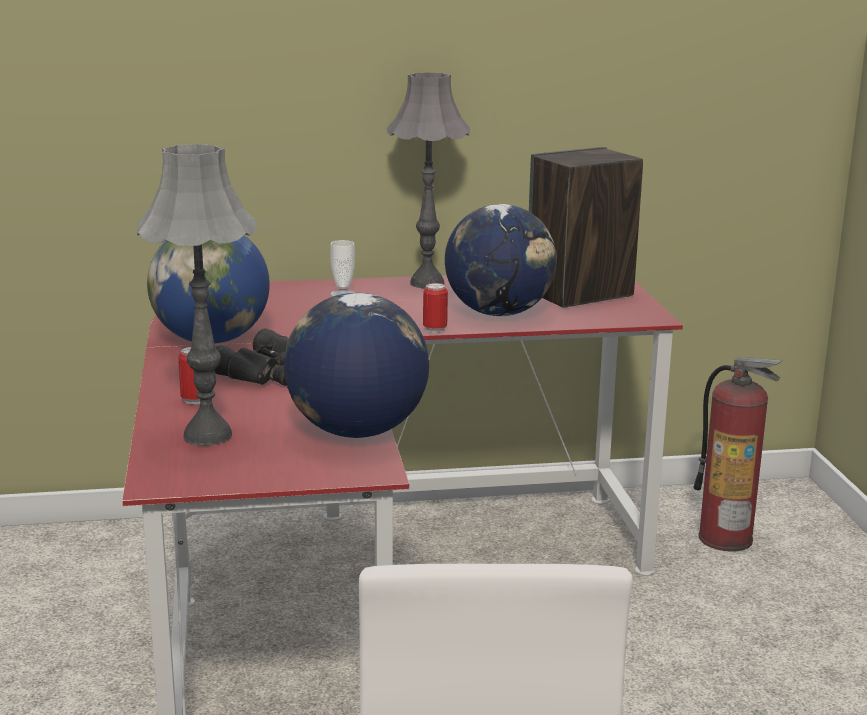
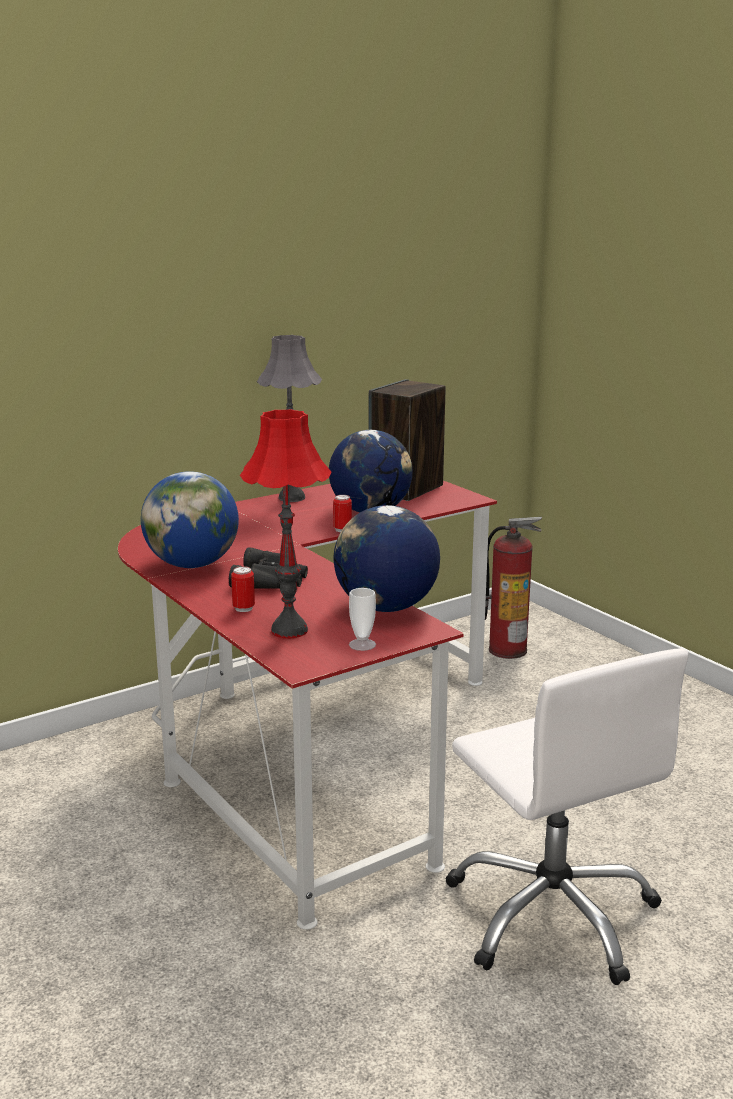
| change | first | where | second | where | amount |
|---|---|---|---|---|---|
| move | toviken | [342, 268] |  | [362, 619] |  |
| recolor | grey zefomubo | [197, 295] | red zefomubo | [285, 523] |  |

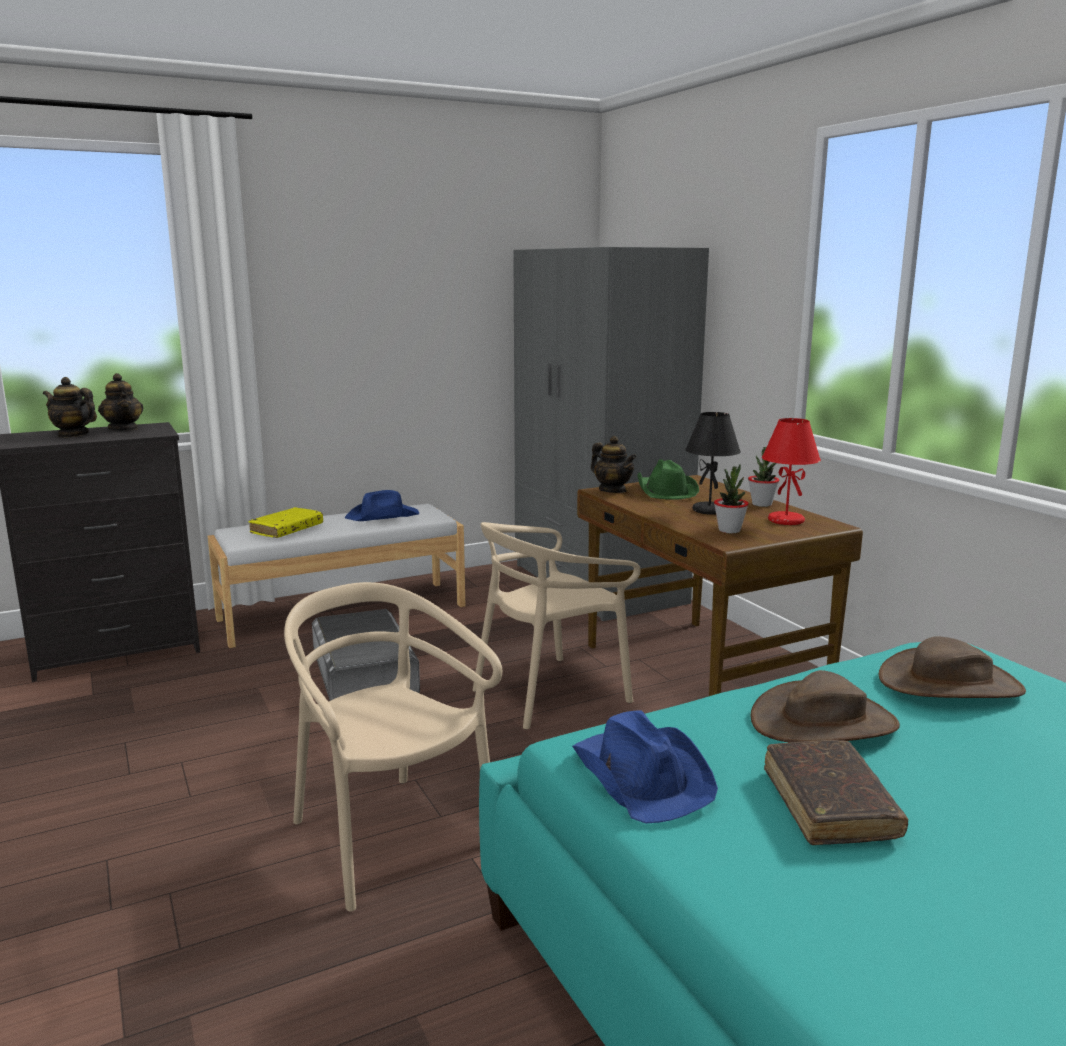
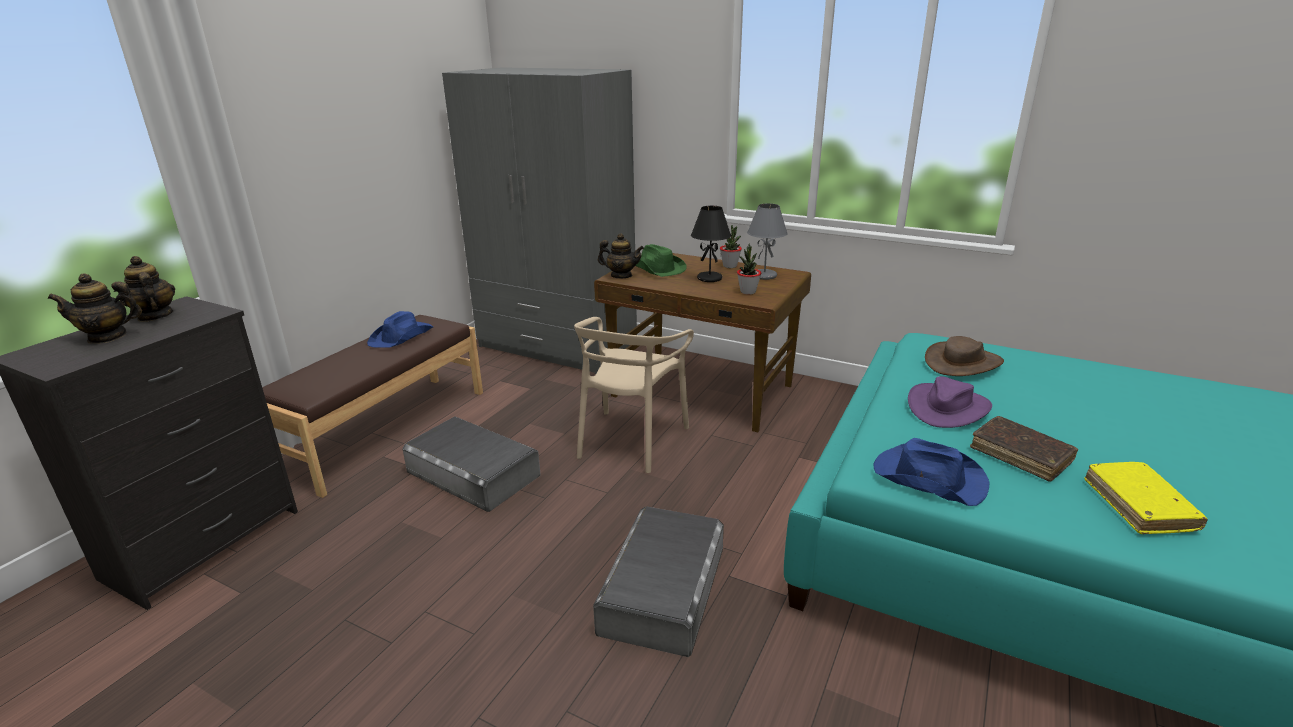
| change | first | where | second | where | amount |
|---|---|---|---|---|---|
| move | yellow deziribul | [286, 522] |  | [1146, 498] |  |
| replace | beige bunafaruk | [393, 746] | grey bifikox | [658, 581] |  |
| recolor | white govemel | [336, 576] | brown govemel | [372, 406] |  |
| recolor | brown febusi | [825, 706] | purple febusi | [950, 402] |  |
| recolor | red zefomubo | [791, 471] | grey zefomubo | [767, 241] |  |
| rotate | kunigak | [120, 402] |  | [147, 289] | 150 degrees counterclockwise |

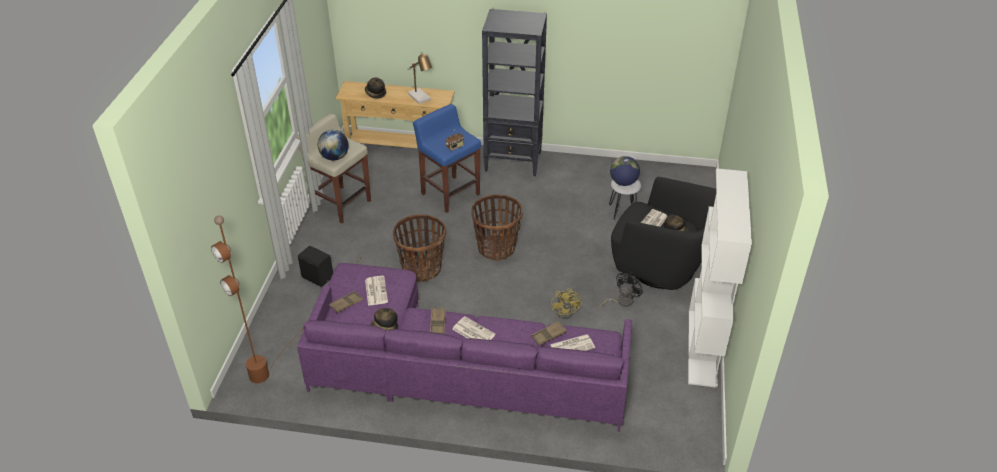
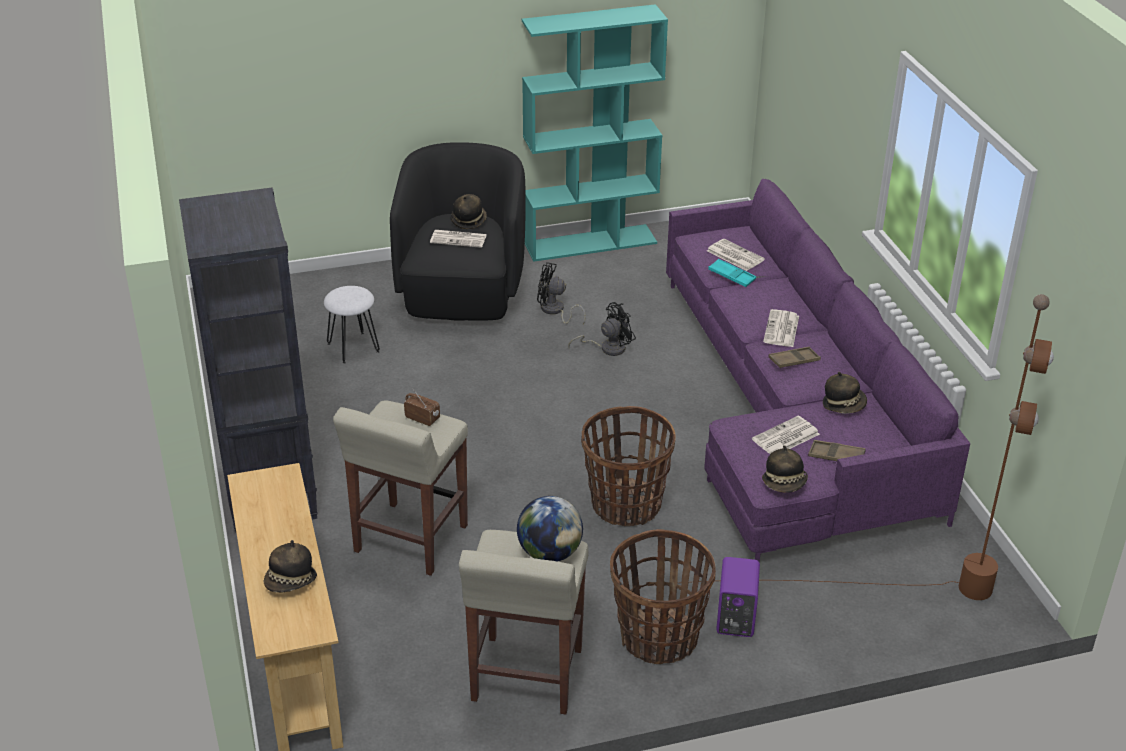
| change | first | where | second | where | amount |
|---|---|---|---|---|---|
| delete | zefomubo | [419, 78] |  |  |  |
| delete | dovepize | [625, 171] |  |  |  |
| insert |  |  | febusi | [785, 469] |  |
| move | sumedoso | [497, 228] |  | [663, 596] |  |
| recolor | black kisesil | [315, 266] | purple kisesil | [738, 597] |  |
| recolor | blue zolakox | [447, 158] | beige zolakox | [400, 488] |  |
| recolor | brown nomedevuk | [549, 333] | turquoise nomedevuk | [732, 273] |  |
| recolor | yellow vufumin | [566, 303] | black vufumin | [602, 329] |  |
| recolor | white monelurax | [720, 278] | turquoise monelurax | [595, 133] |  |

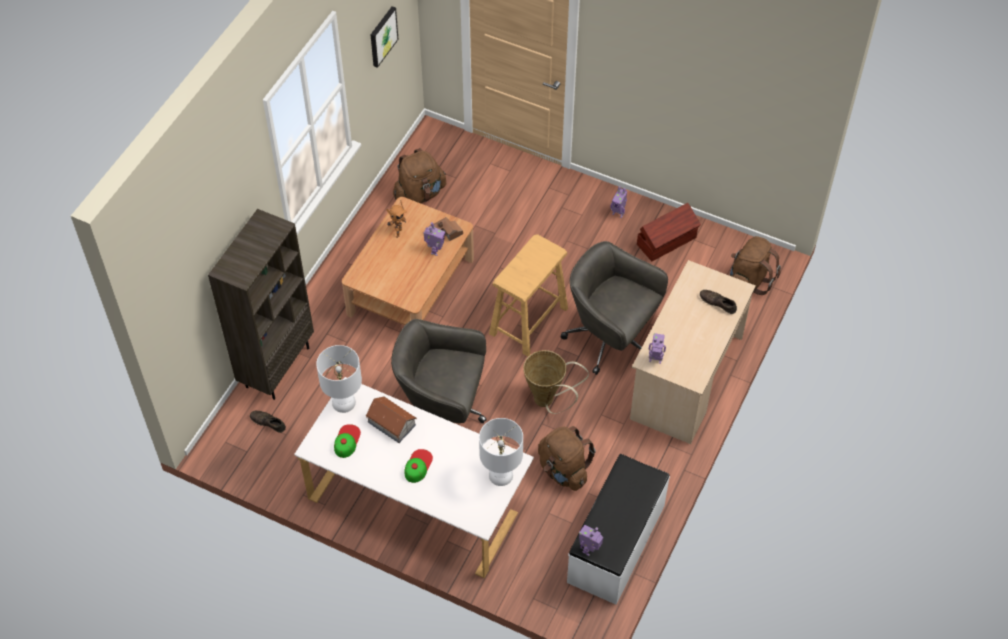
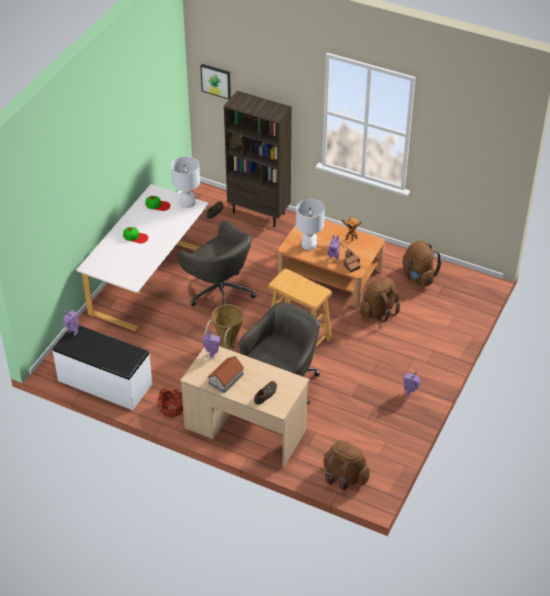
| change | first | where | second | where | amount |
|---|---|---|---|---|---|
| delete | brown bifikox | [669, 232] |  |  |  |
| insert |  |  | sumedoso | [170, 402] |  |
| move | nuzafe | [391, 419] |  | [225, 374] |  |
| move | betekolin | [384, 37] |  | [215, 81] |  |
| move | white zefomubo | [501, 452] |  | [310, 224] |  |
| move | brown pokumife | [567, 458] |  | [380, 300] |  |
| rotate | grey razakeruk | [439, 371] |  | [216, 263] | 120 degrees clockwise |

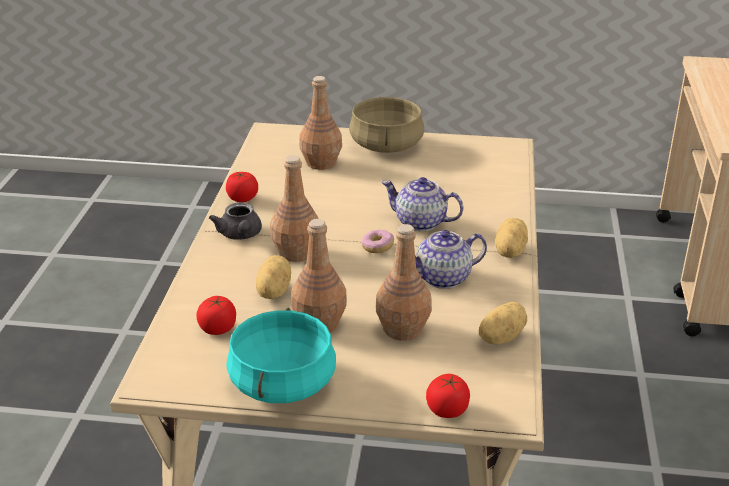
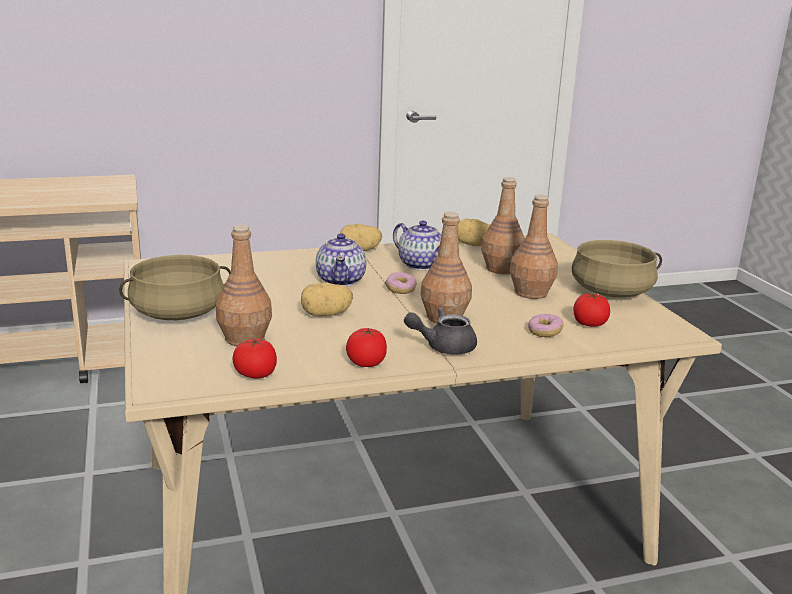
| change | first | where | second | where | amount |
|---|---|---|---|---|---|
| insert |  |  | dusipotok | [546, 325] |  |
| move | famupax | [273, 277] |  | [327, 299] |  |
| move | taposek | [448, 396] |  | [254, 358] |  |
| recolor | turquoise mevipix | [281, 355] | beige mevipix | [617, 268] |  |
| rotate | grey kunigak | [235, 221] |  | [440, 331] | 150 degrees counterclockwise |

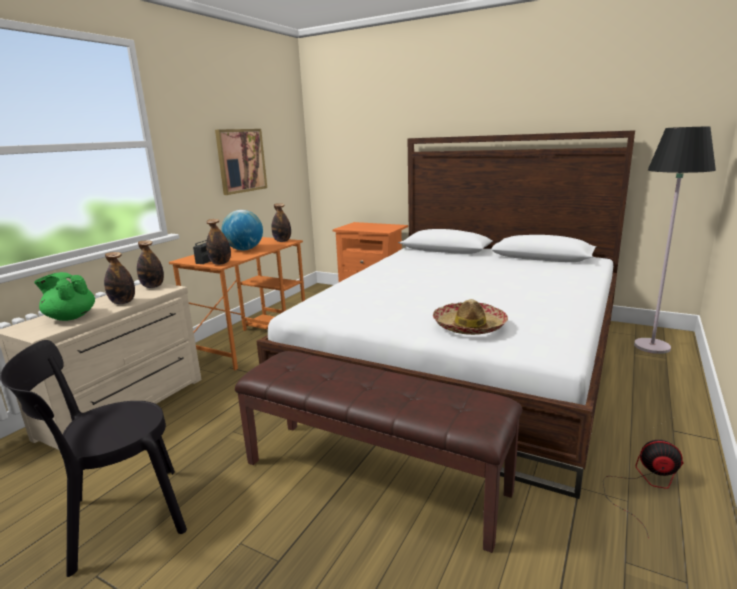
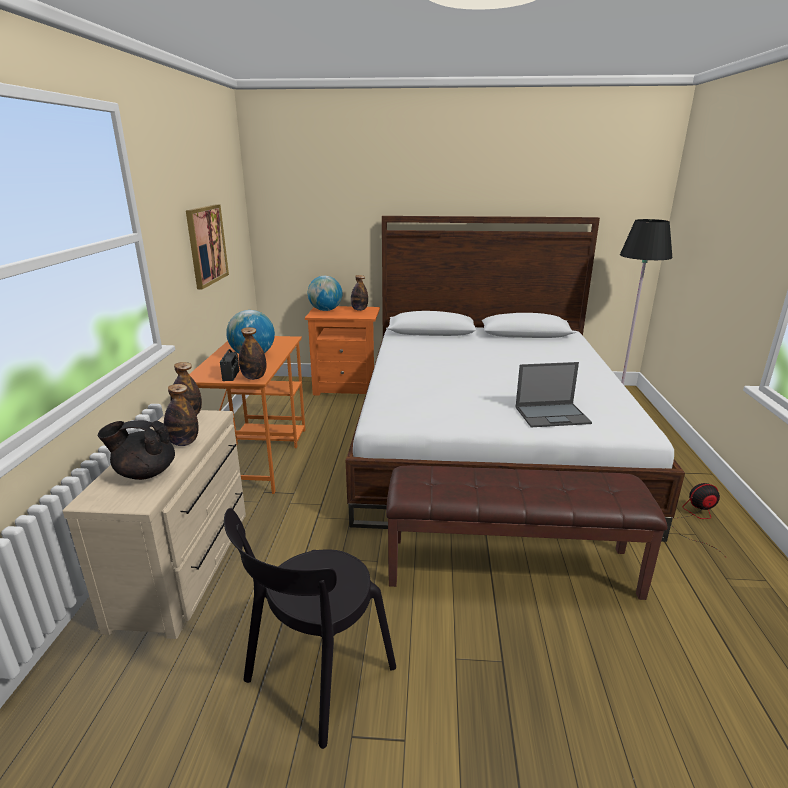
| change | first | where | second | where | amount |
|---|---|---|---|---|---|
| insert |  |  | dovepize | [325, 293] |  |
| move | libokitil | [281, 222] |  | [359, 293] |  |
| replace | febusi | [470, 317] | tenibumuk | [553, 394] |  |
| recolor | green kunigak | [64, 296] | black kunigak | [136, 450] |  |

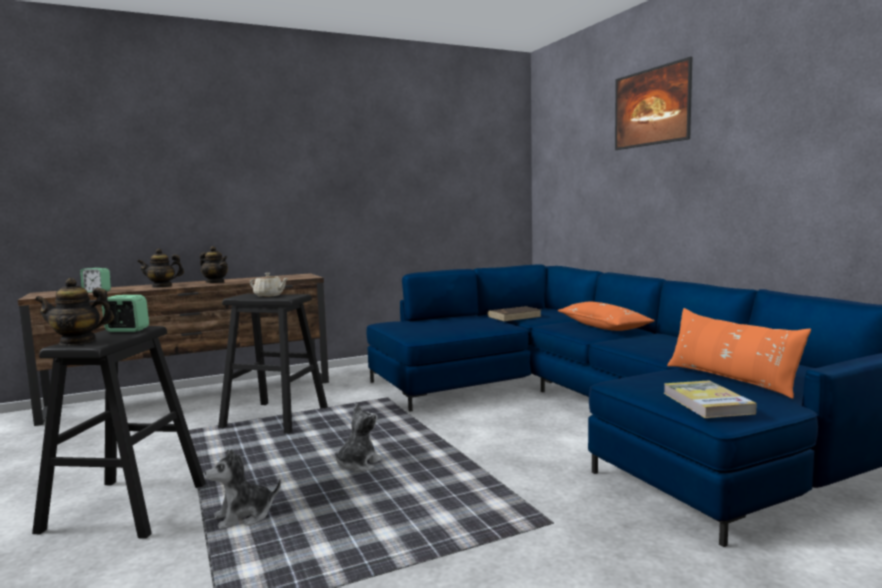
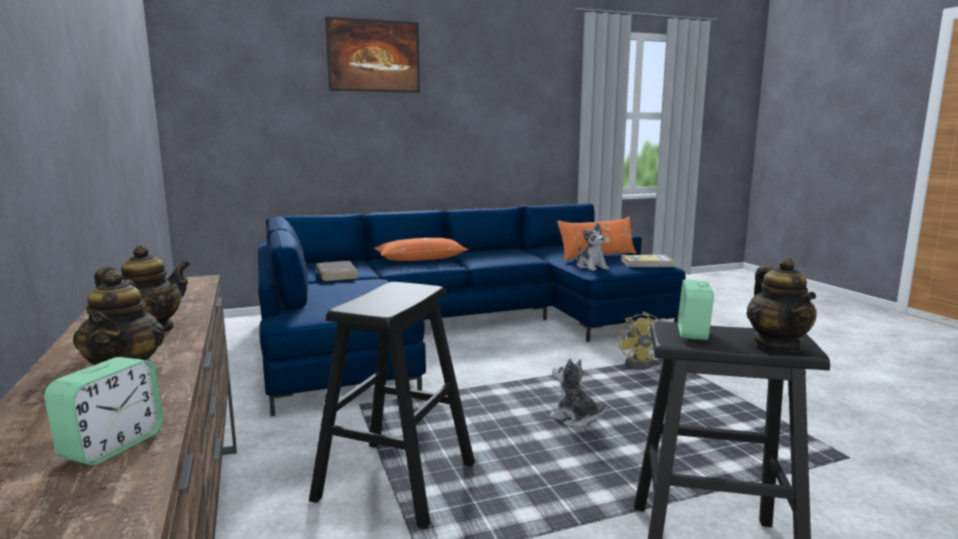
| change | first | where | second | where | amount |
|---|---|---|---|---|---|
| delete | beige kunigak | [269, 285] |  |  |  |
| insert |  |  | yellow vufumin | [639, 341] |  |
| move | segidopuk | [243, 489] |  | [593, 247] |  |

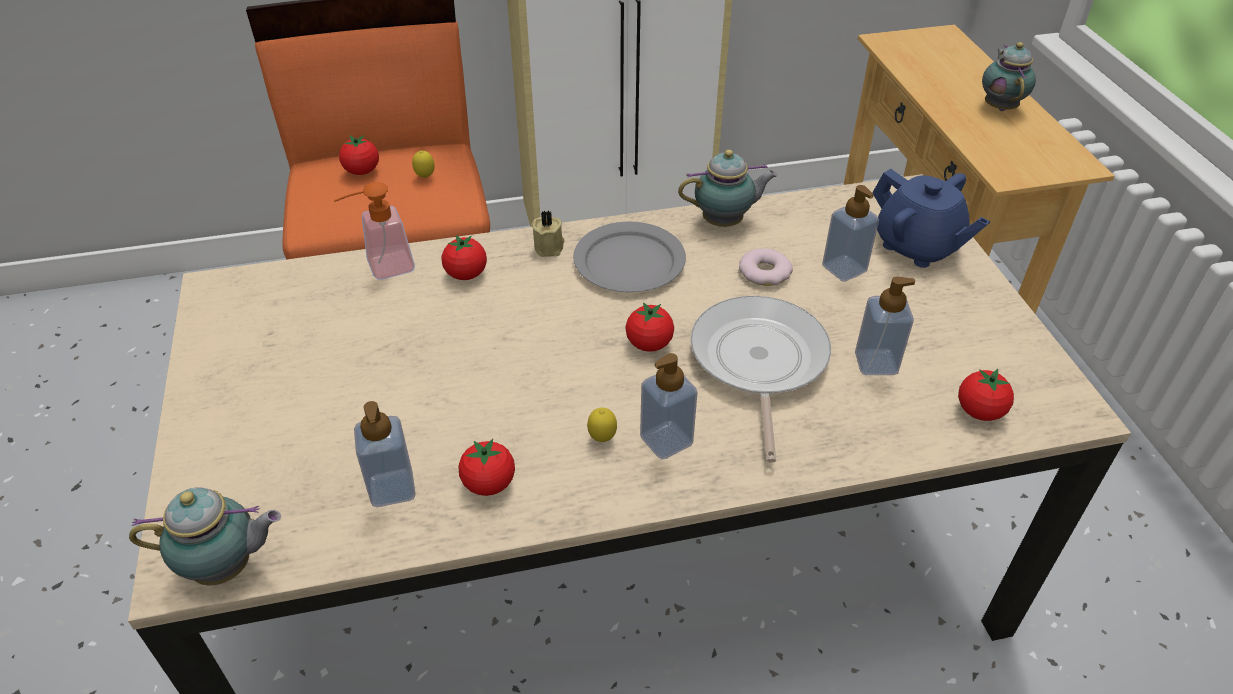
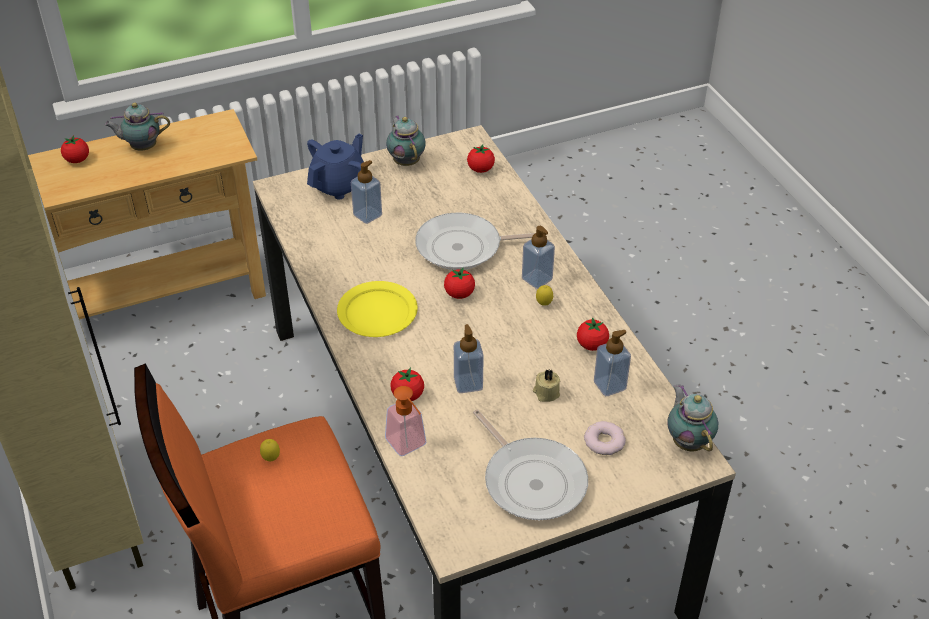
| change | first | where | second | where | amount |
|---|---|---|---|---|---|
| insert |  |  | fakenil | [530, 465] |  |
| move | taposek | [359, 155] |  | [75, 149] |  |
| move | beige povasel | [548, 233] |  | [546, 385] |  |
| move | kunigak | [727, 188] |  | [406, 140] |  |
| move | dusipotok | [766, 267] |  | [605, 438] |  |
| move | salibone | [885, 326] |  | [469, 358] |  |
| recolor | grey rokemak | [629, 257] | yellow rokemak | [377, 309] |  |

